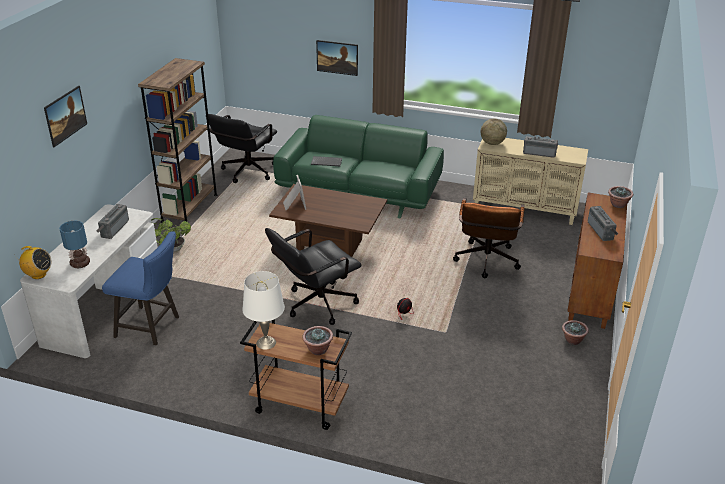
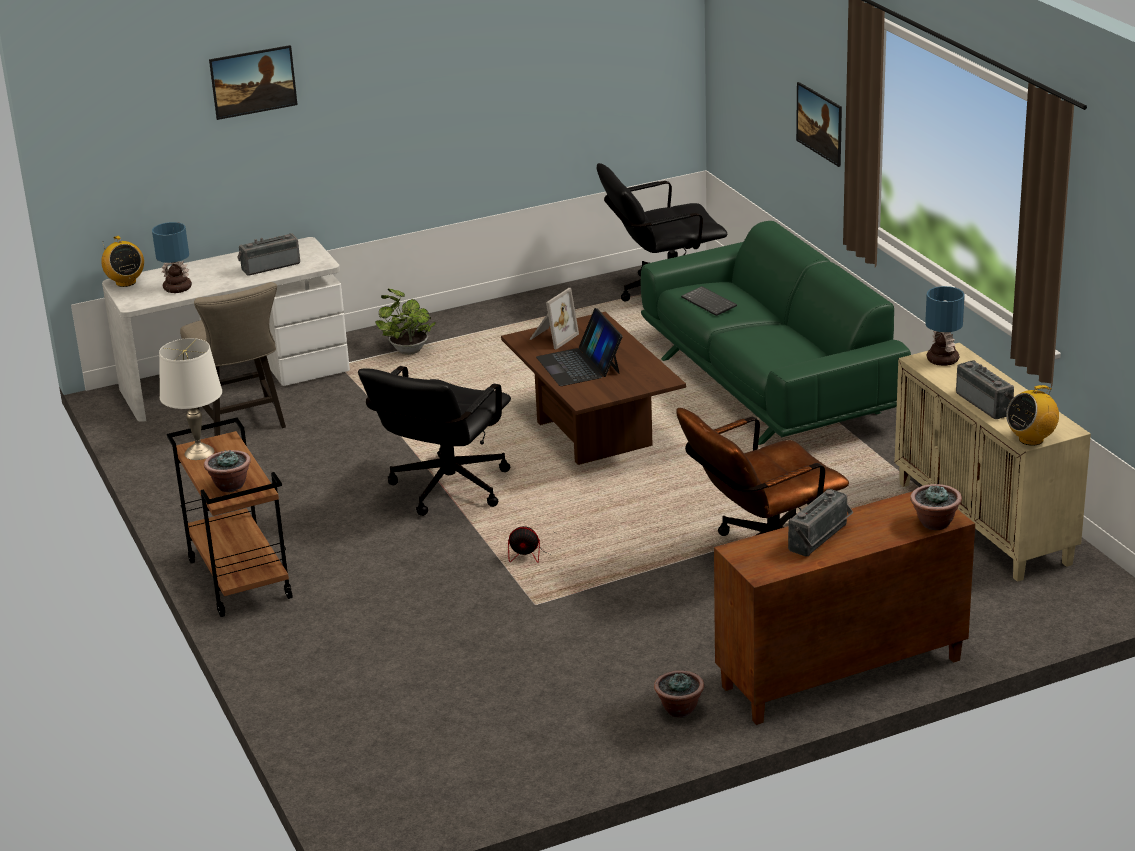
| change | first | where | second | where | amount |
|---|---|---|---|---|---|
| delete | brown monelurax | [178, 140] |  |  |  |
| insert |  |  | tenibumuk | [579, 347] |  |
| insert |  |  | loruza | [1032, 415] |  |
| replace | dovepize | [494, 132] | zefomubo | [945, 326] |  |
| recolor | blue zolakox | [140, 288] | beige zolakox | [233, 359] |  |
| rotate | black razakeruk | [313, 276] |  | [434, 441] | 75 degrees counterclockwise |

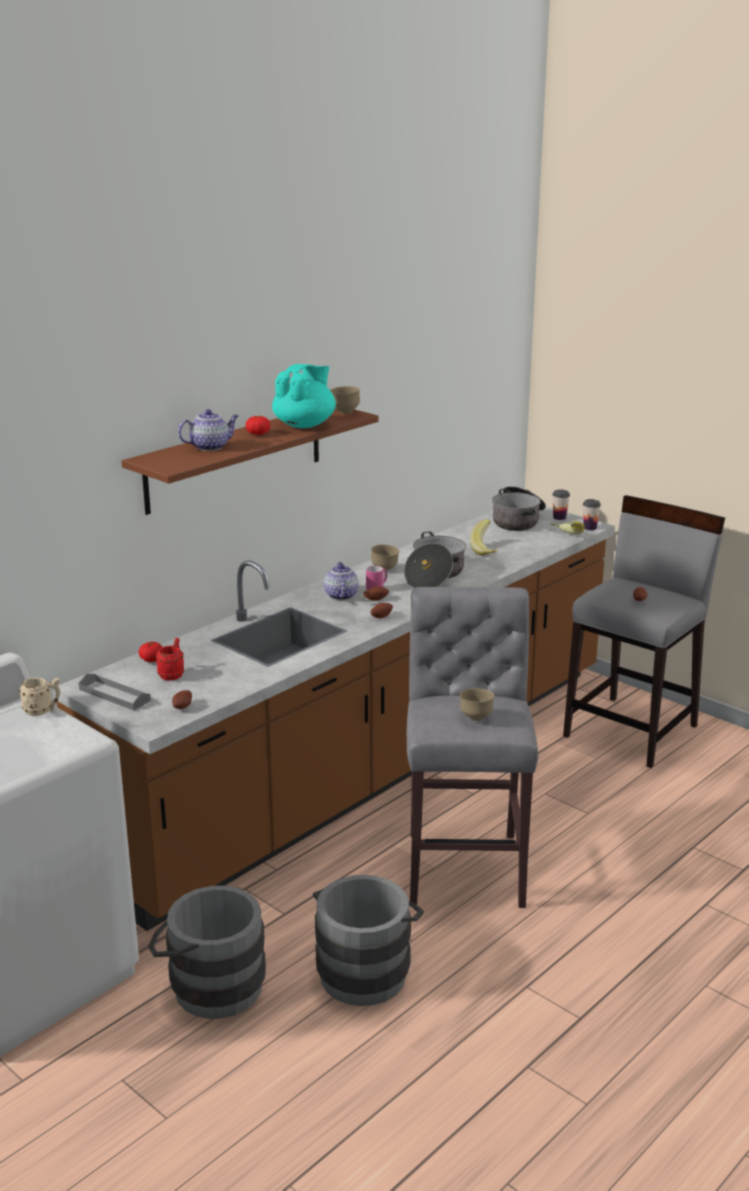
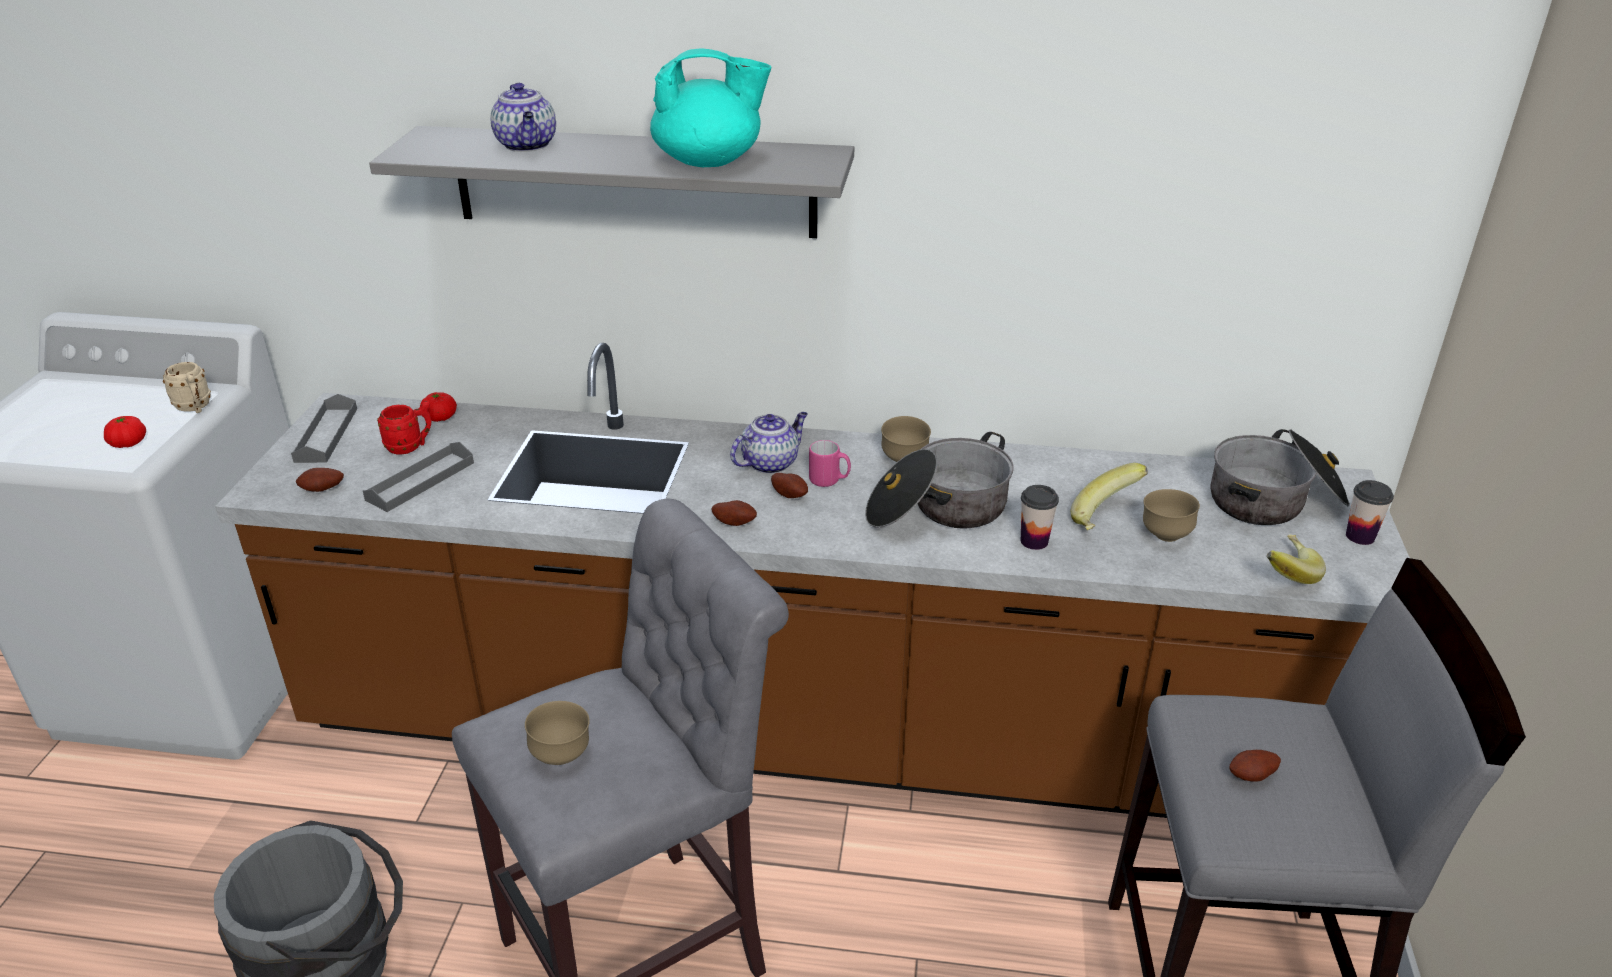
| change | first | where | second | where | amount |
|---|---|---|---|---|---|
| delete | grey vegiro | [207, 952] |  |  |  |
| insert |  |  | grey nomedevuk | [418, 477] |  |
| move | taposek | [258, 425] |  | [125, 432] |  |
| move | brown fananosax | [345, 400] |  | [1171, 515] |  |
| move | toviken | [592, 514] |  | [1040, 517] |  |
| recolor | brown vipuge | [250, 462] | grey vipuge | [611, 182] |  |
| rotate | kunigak | [208, 430] |  | [523, 117] | 45 degrees clockwise |

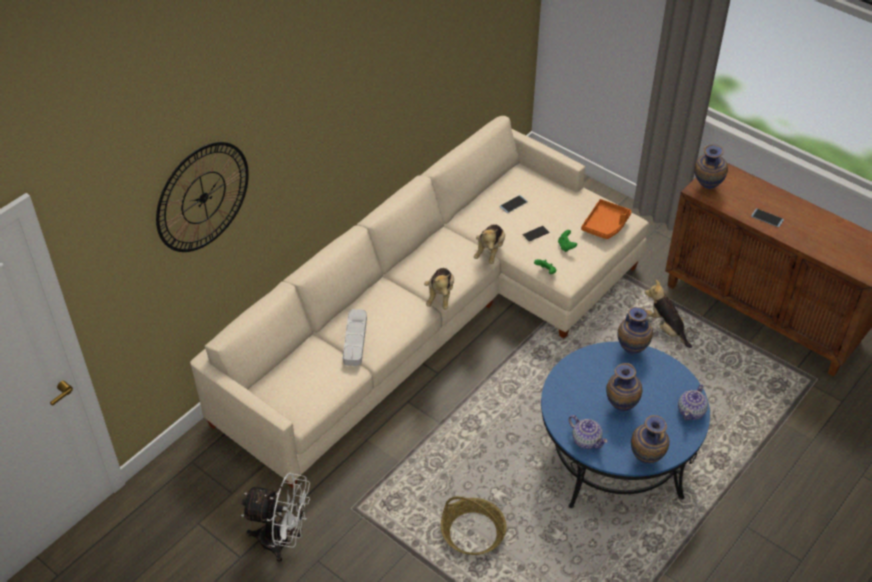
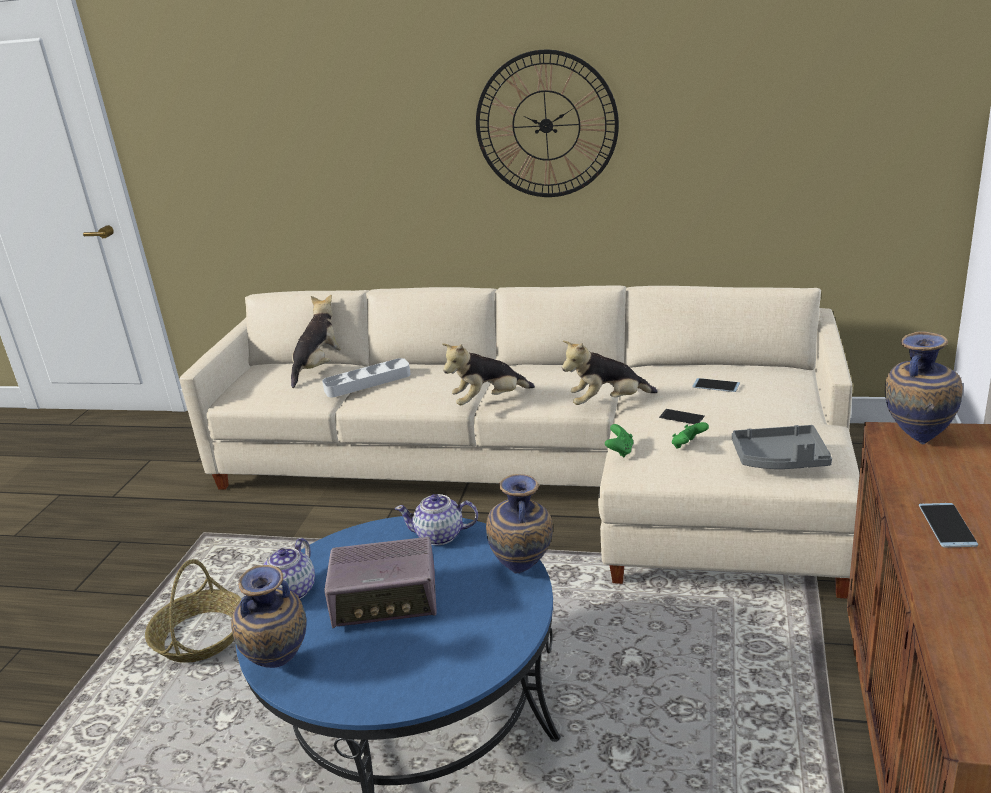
| change | first | where | second | where | amount |
|---|---|---|---|---|---|
| delete | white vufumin | [275, 517] |  |  |  |
| move | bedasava | [202, 197] |  | [547, 123] |  |
| move | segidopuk | [668, 314] |  | [316, 341] |  |
| move | kunigak | [693, 402] |  | [436, 519] |  |
| replace | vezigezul | [624, 387] | loruza | [380, 582] |  |
| recolor | orange nomedevuk | [606, 219] | grey nomedevuk | [782, 447] |  |

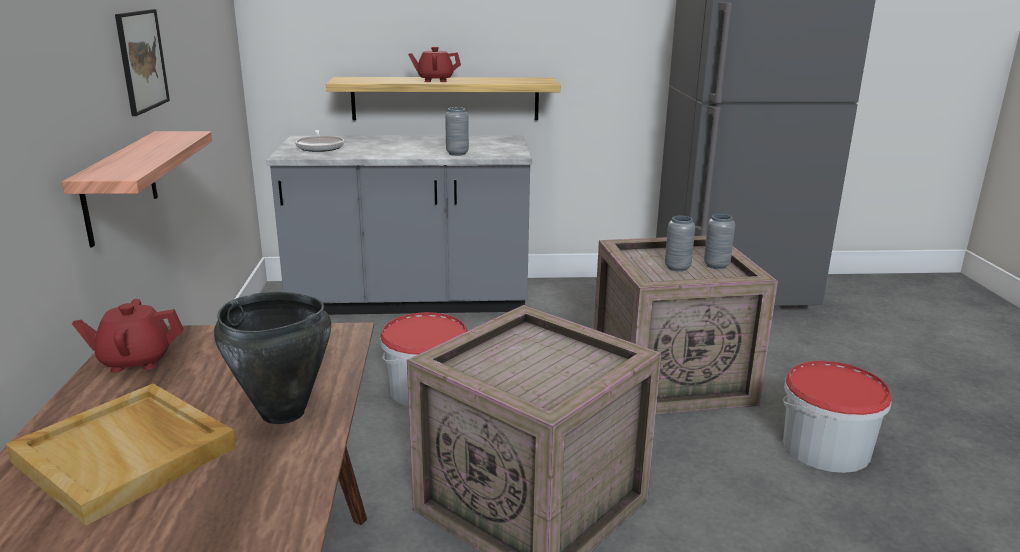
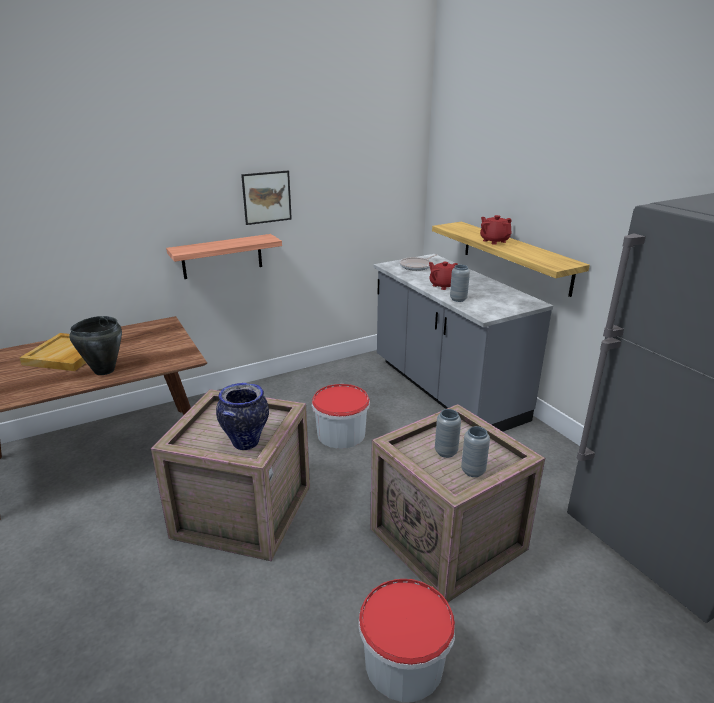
| change | first | where | second | where | amount |
|---|---|---|---|---|---|
| insert |  |  | vezigezul | [242, 416] |  |
| move | red kunigak | [128, 336] |  | [443, 276] |  |

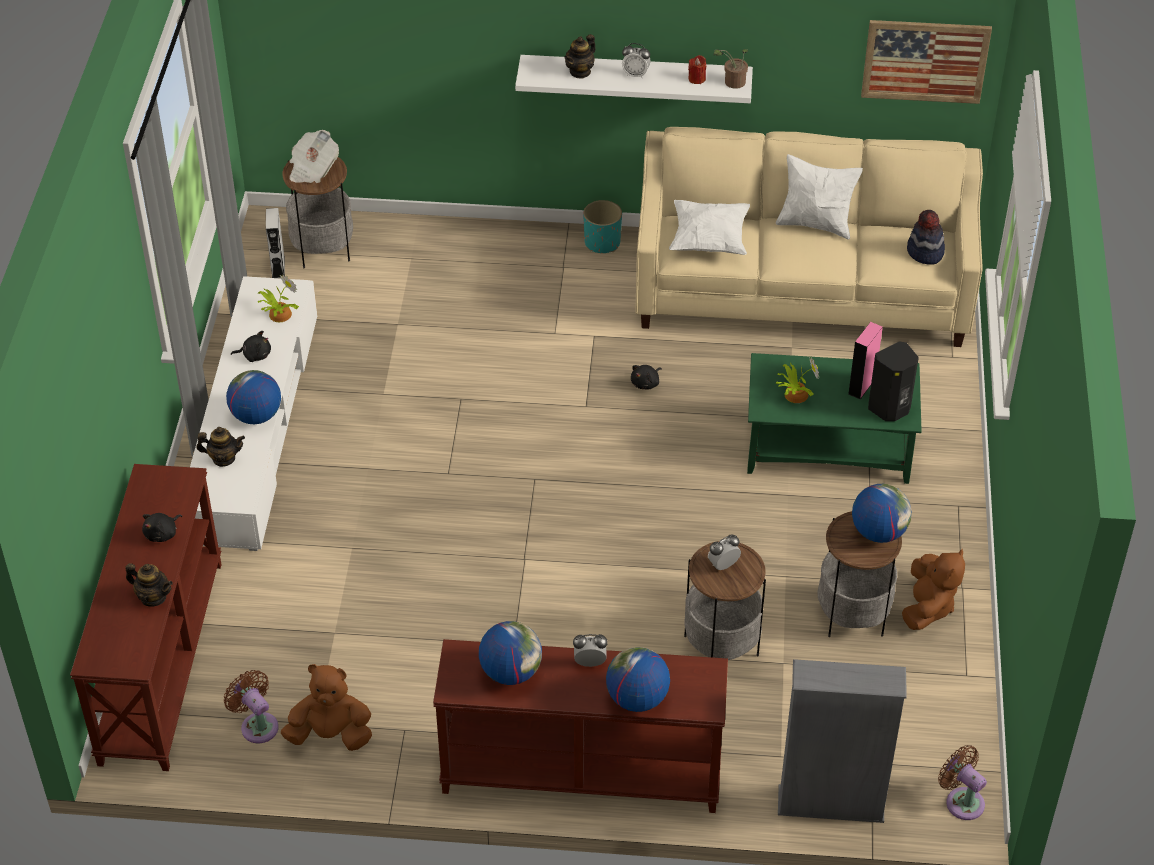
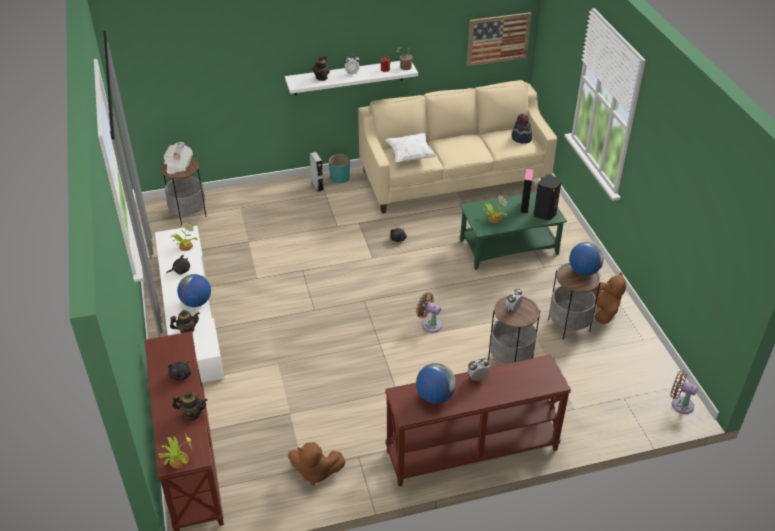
| change | first | where | second | where | amount |
|---|---|---|---|---|---|
| delete | dovepize | [638, 679] |  |  |  |
| delete | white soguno | [819, 197] |  |  |  |
| delete | grey monelurax | [842, 741] |  |  |  |
| insert |  |  | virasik | [175, 449] |  |
| move | brown vufumin | [251, 706] |  | [429, 312] |  |
| move | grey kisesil | [275, 243] |  | [317, 172] |  |
| rotate | brown segidopuk | [326, 707] |  | [317, 464] | 150 degrees counterclockwise |

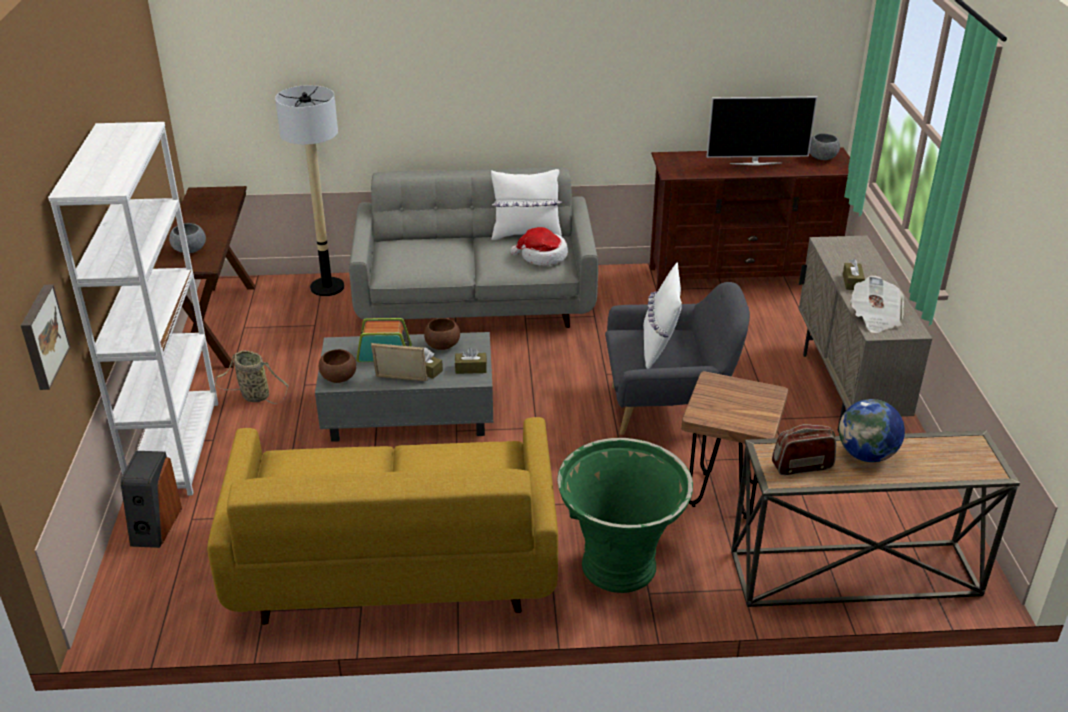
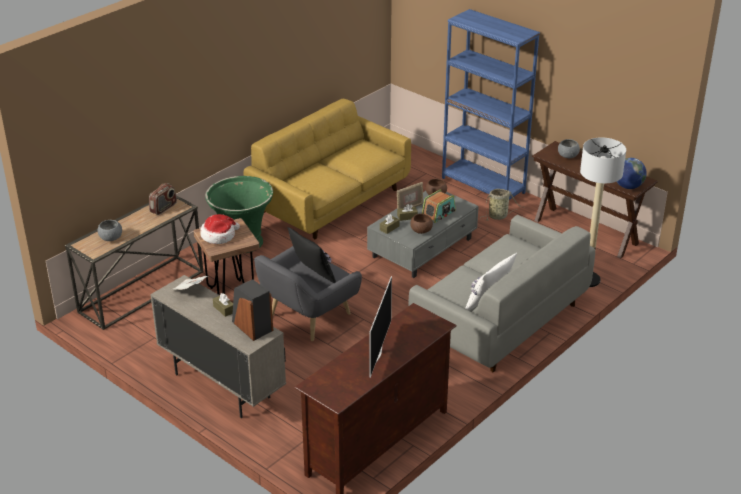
| change | first | where | second | where | amount |
|---|---|---|---|---|---|
| delete | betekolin | [45, 337] |  |  |  |
| move | kisesil | [151, 499] |  | [252, 310] |  |
| move | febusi | [539, 246] |  | [220, 229] |  |
| move | grey fananosax | [824, 147] |  | [110, 230] |  |
| move | dovepize | [872, 430] |  | [632, 173] |  |
| recolor | white monelurax | [133, 309] | blue monelurax | [491, 104] |  |
| recolor | white soguno | [662, 315] | black soguno | [311, 255] |  |
| rotate | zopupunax | [762, 131] |  | [380, 327] | 150 degrees clockwise |

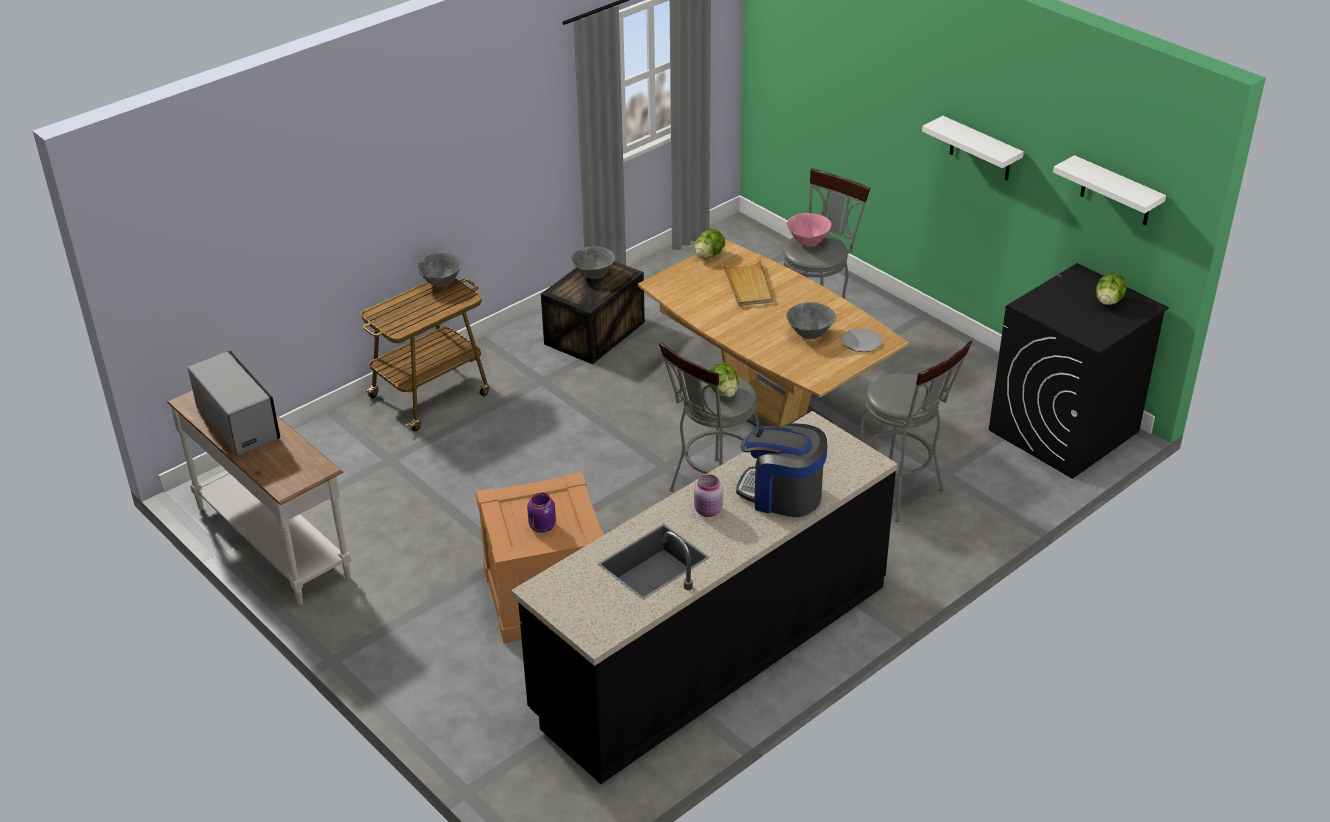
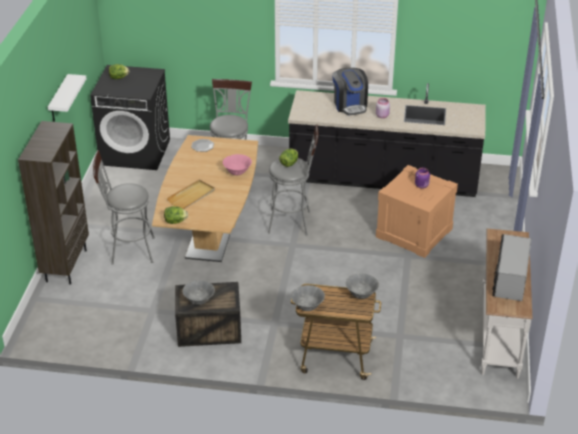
| change | first | where | second | where | amount |
|---|---|---|---|---|---|
| delete | white vipuge | [1109, 190] |  |  |  |
| insert |  |  | brown monelurax | [53, 203] |  |
| move | grey fananosax | [811, 320] |  | [362, 286] |  |
| move | pink fananosax | [809, 229] |  | [237, 164] |  |

